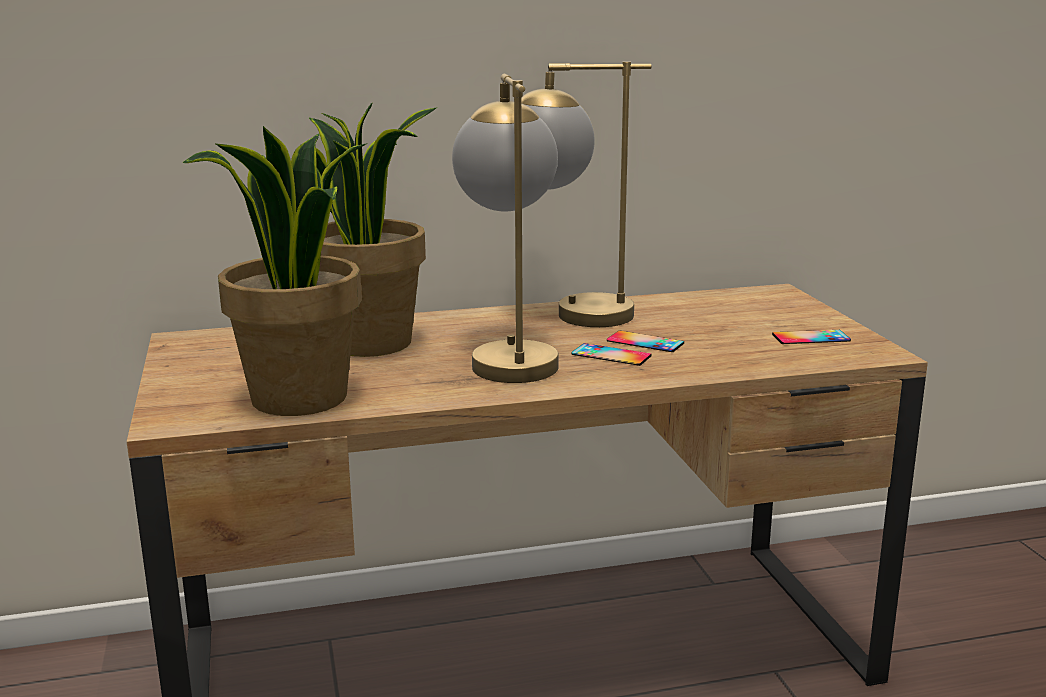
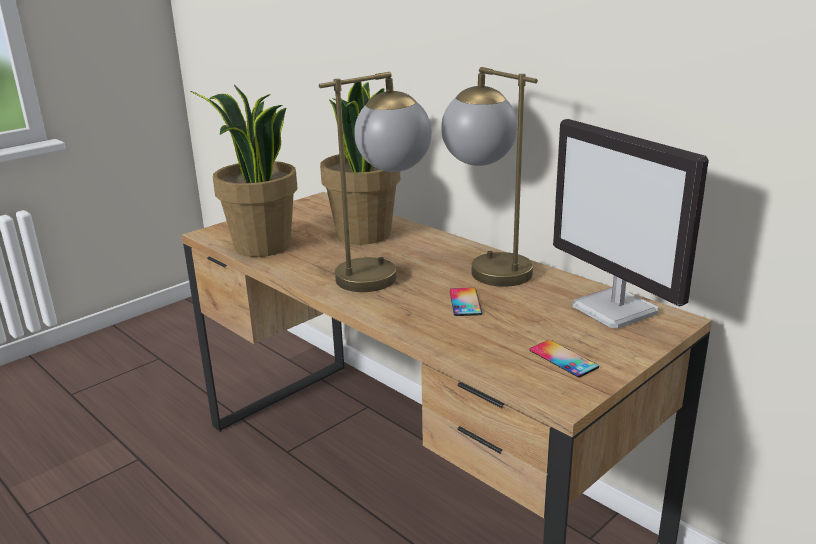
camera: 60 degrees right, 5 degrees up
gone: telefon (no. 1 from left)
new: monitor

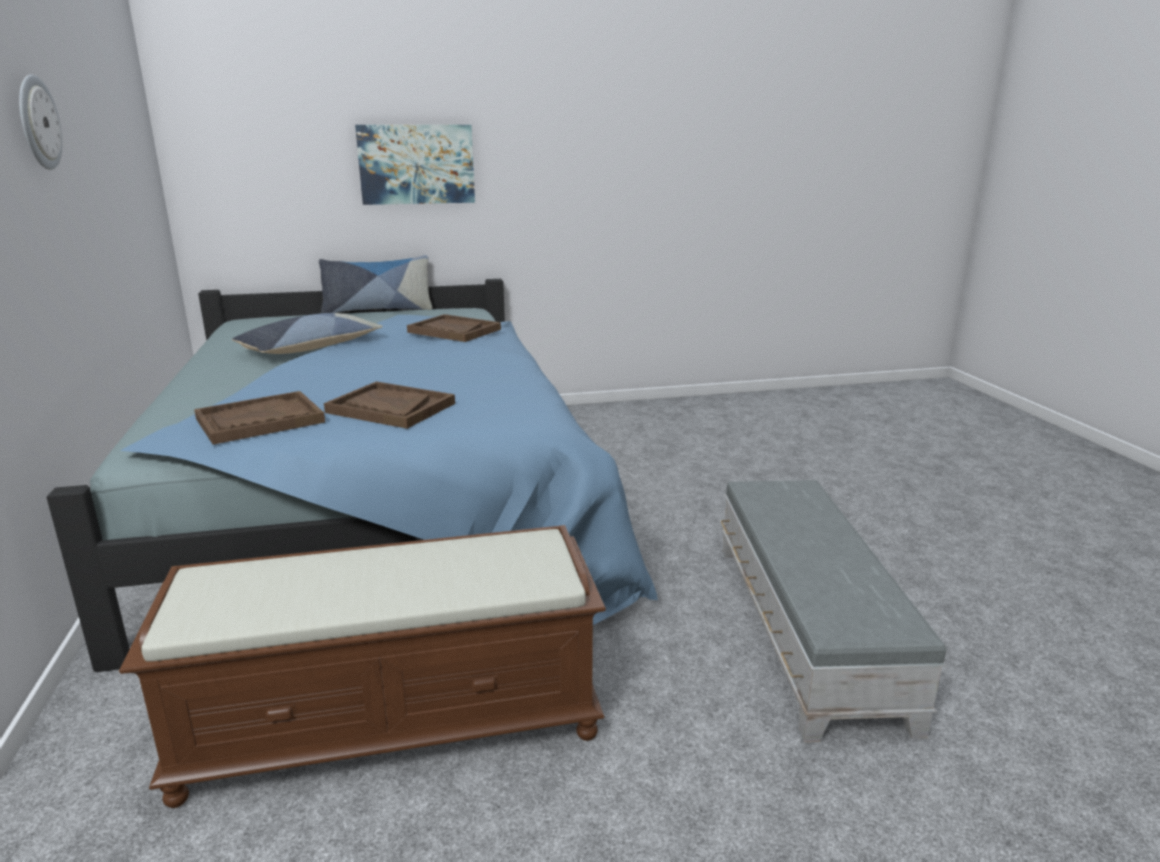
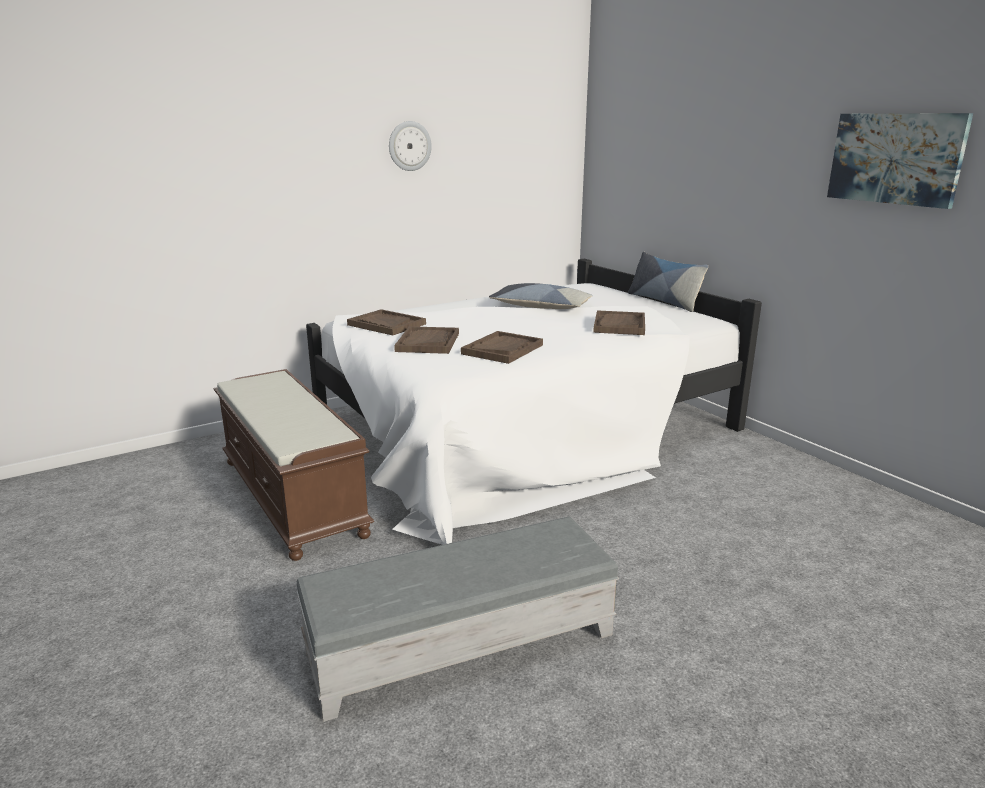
camera: 70 degrees right, 0 degrees up
new: taca/brązowy (no. 3 from left)
shifted: obraz
repainted: łóżko/niebieski to łóżko/biały

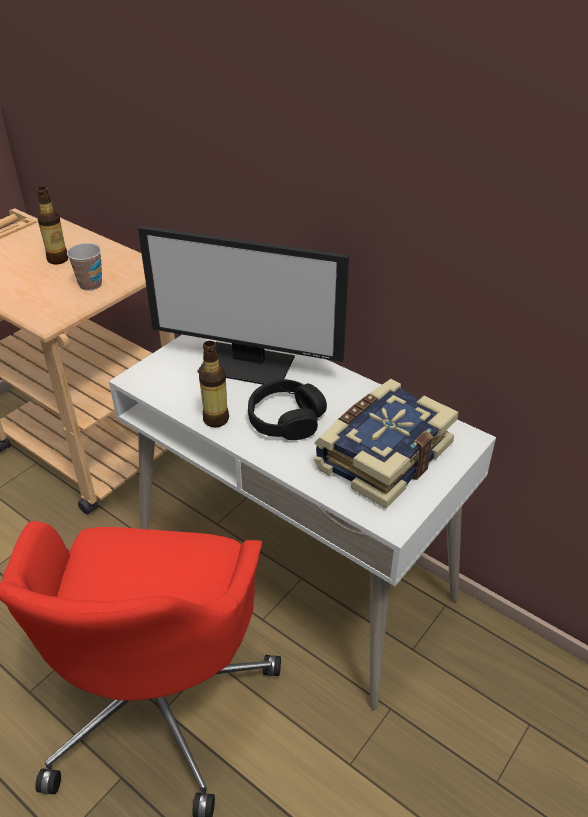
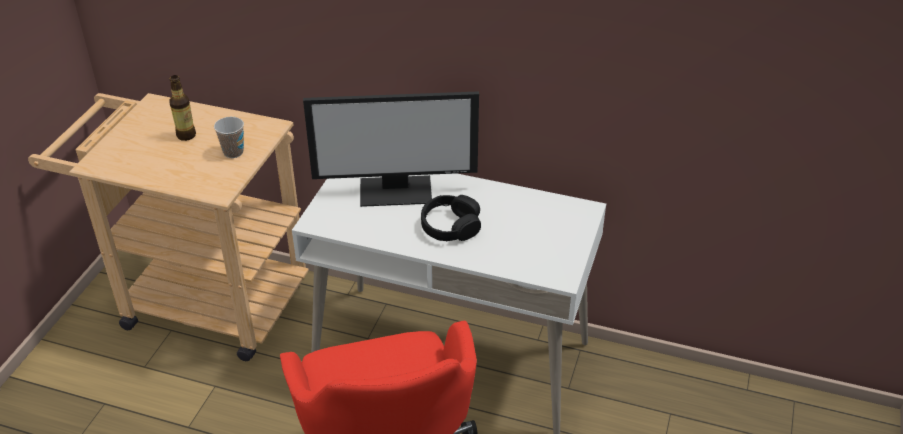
camera: 20 degrees left, 0 degrees up
gone: butelka (no. 2 from left); książka

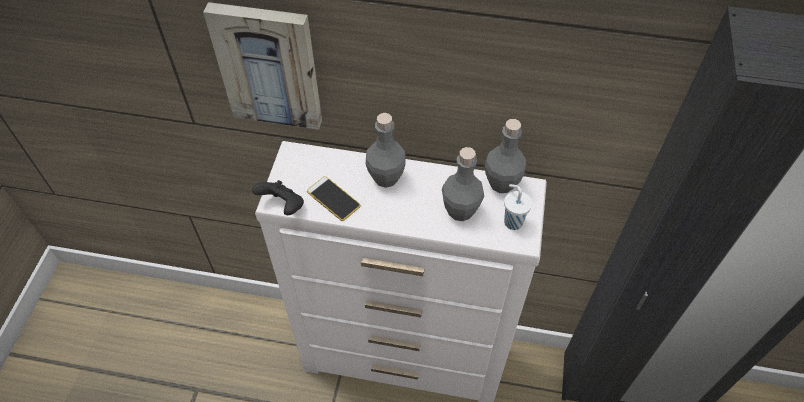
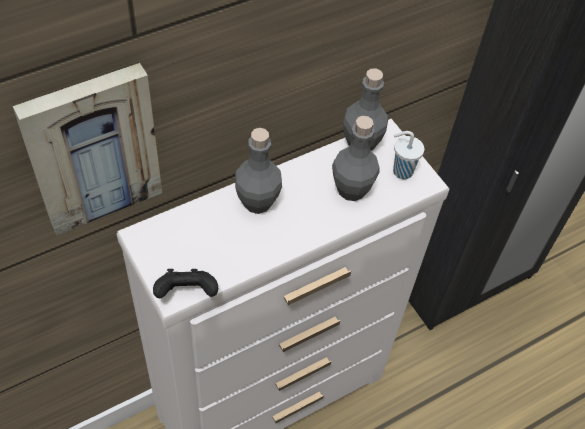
camera: 45 degrees left, 0 degrees up
gone: telefon

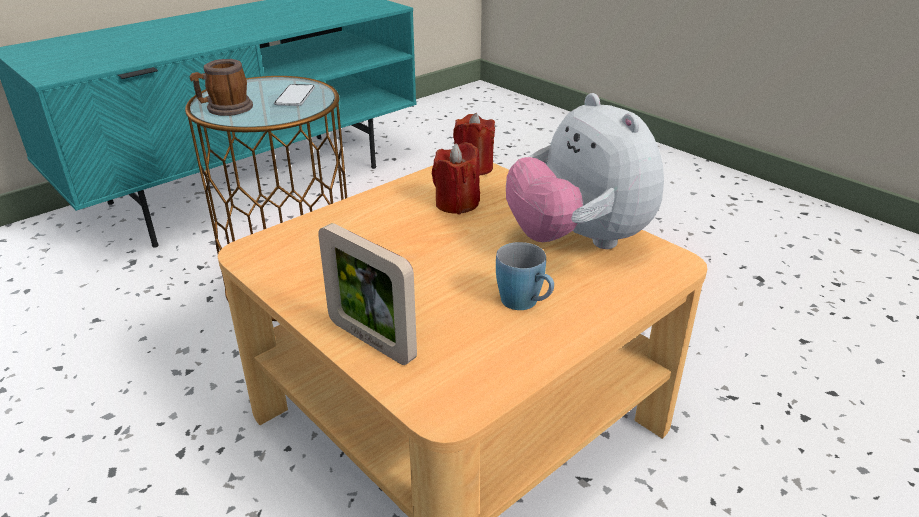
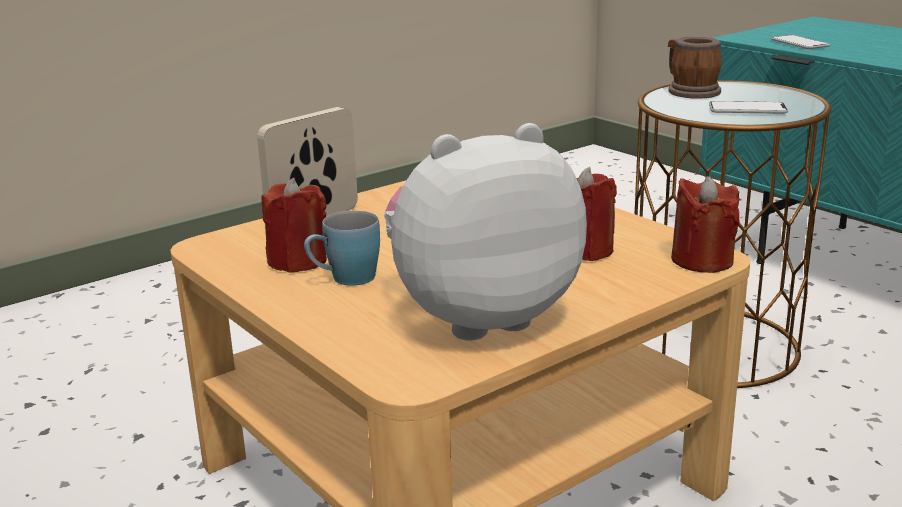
camera: 95 degrees right, 10 degrees down
new: świeca/czerwony (no. 1 from left); telefon (no. 2 from left)

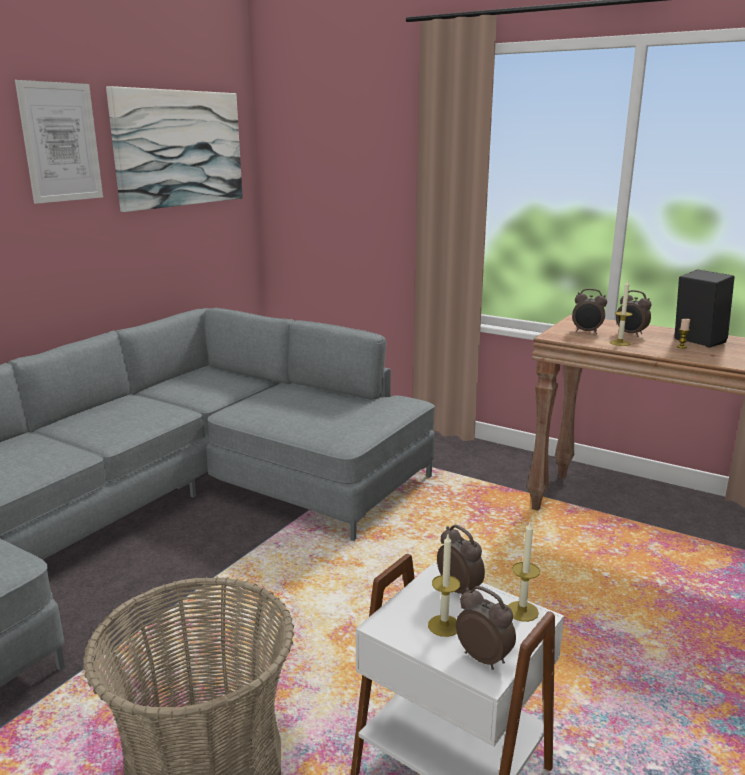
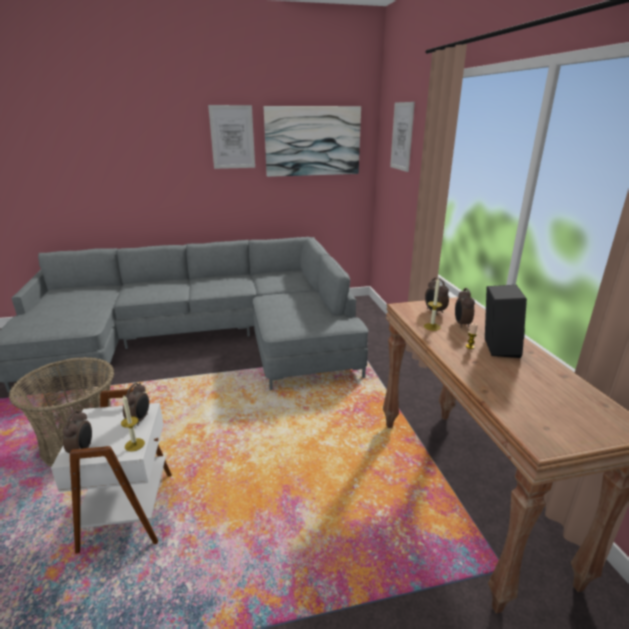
camera: 45 degrees right, 5 degrees up
gone: świeca (no. 1 from left)
new: obraz (no. 3 from left)

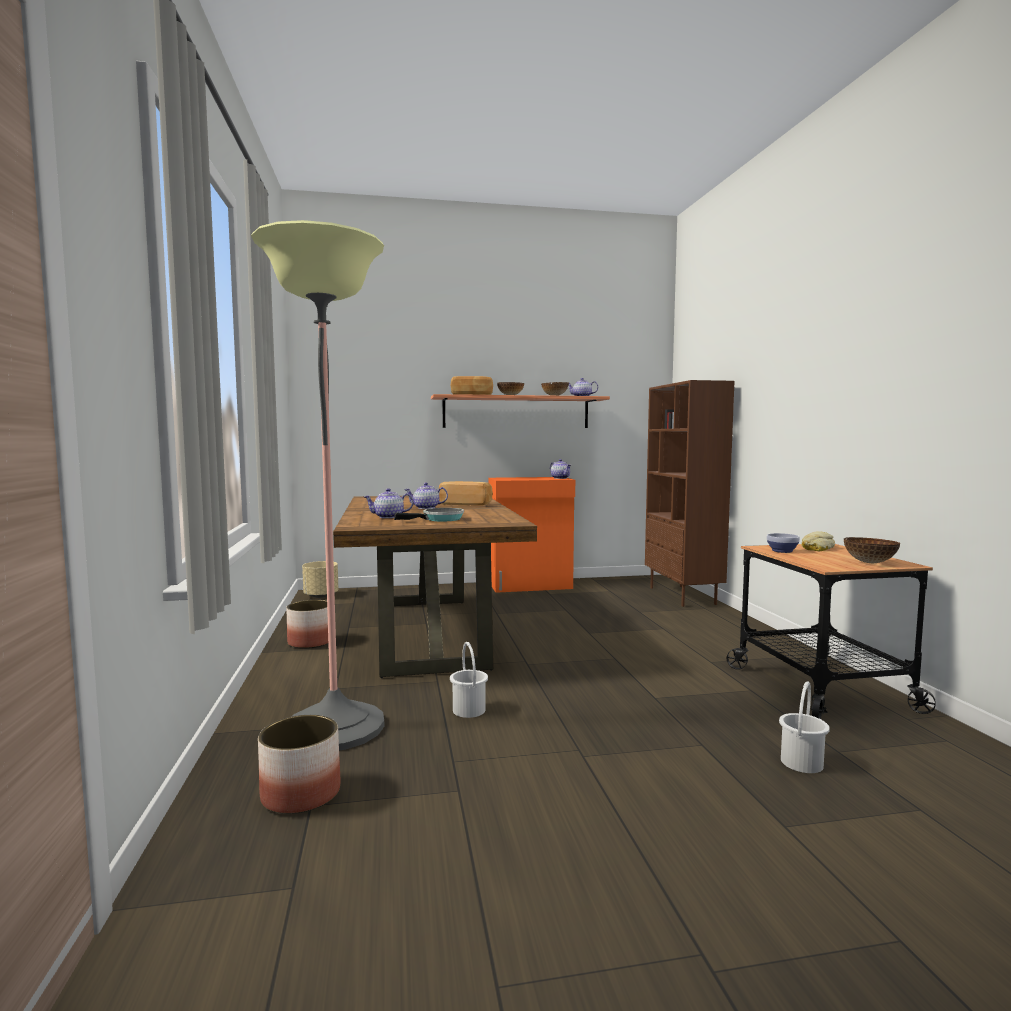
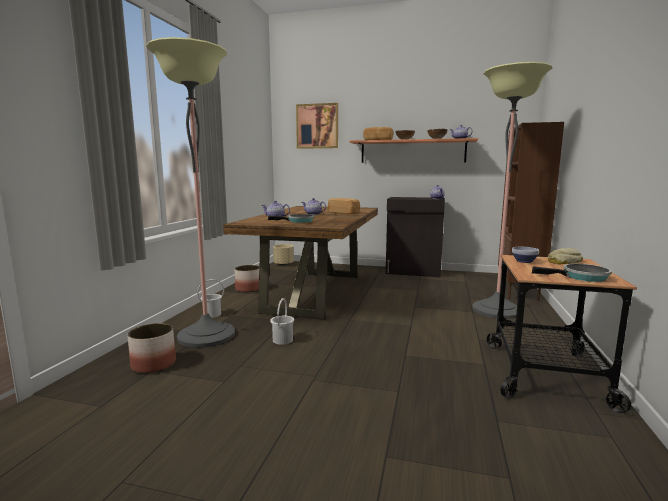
camera: 25 degrees right, 5 degrees up
new: obraz; lampa stojąca (no. 2 from left)
shifted: wiadro/biały (no. 2 from left in the first image) to wiadro/biały (no. 1 from left)
swapped: miska (no. 4 from left) to patelnia (no. 2 from left)
repainted: szafka/pomarańczowy to szafka/czarny

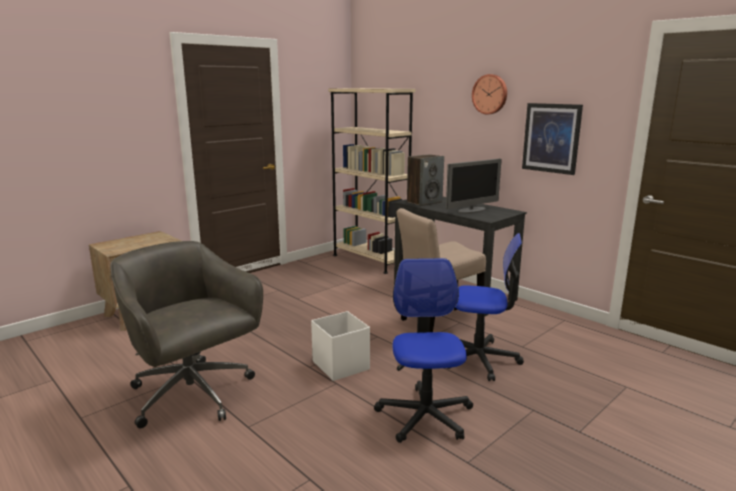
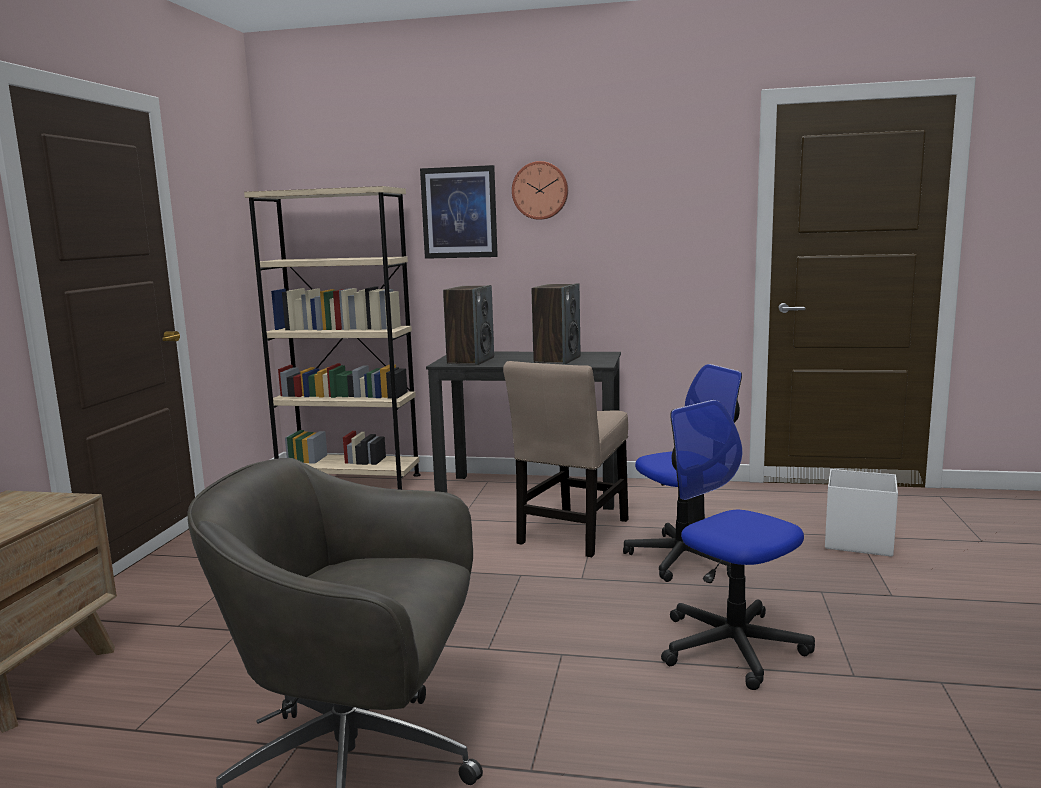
camera: 35 degrees left, 5 degrees down
shifted: pojemnik do przechowywania/biały; obraz
swapped: monitor to głośnik (no. 2 from left)

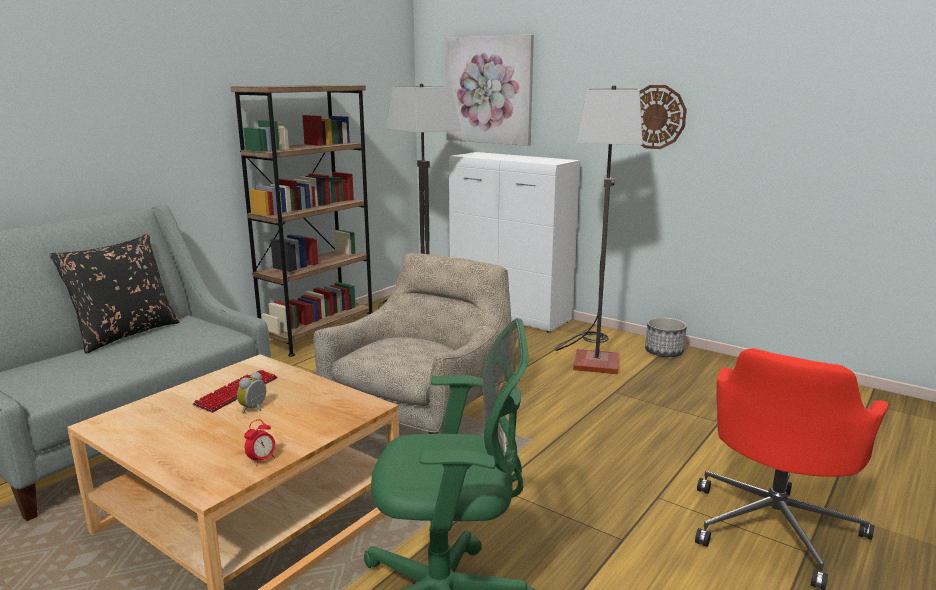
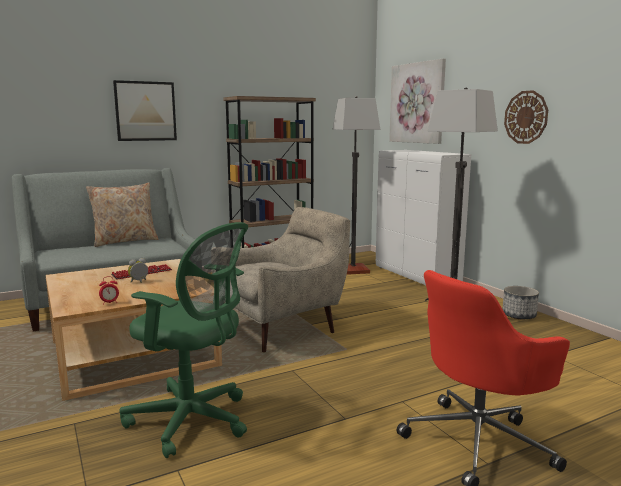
camera: 25 degrees right, 5 degrees down
new: obraz (no. 1 from left)
repainted: poduszka/czarny to poduszka/beżowy

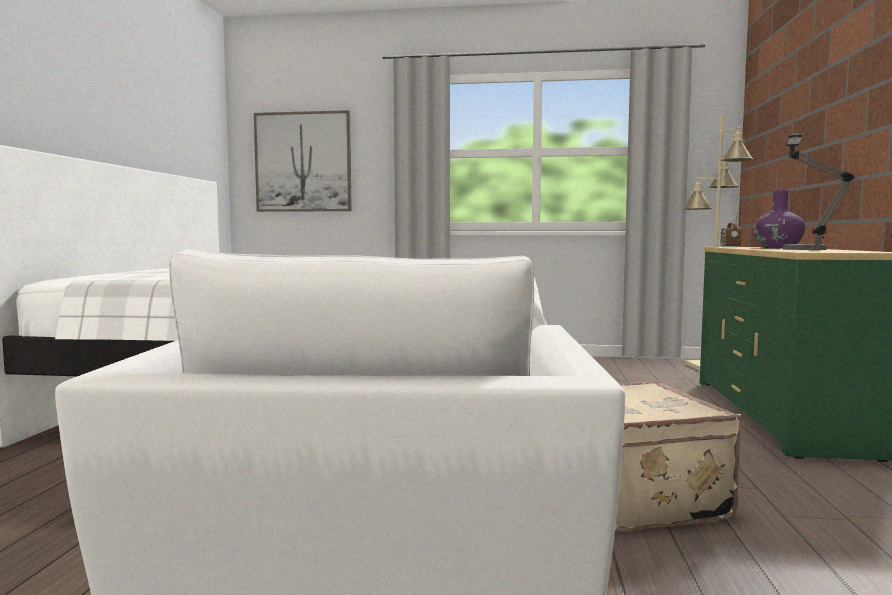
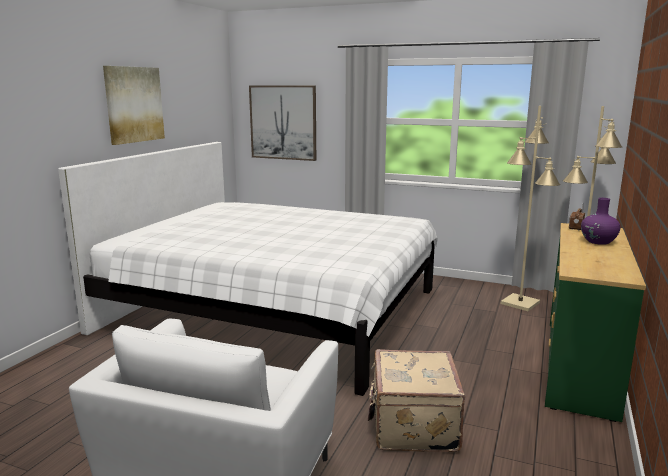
camera: 15 degrees right, 10 degrees up
gone: lampa stołowa
new: obraz (no. 1 from left); lampa stojąca/beżowy (no. 1 from left)

